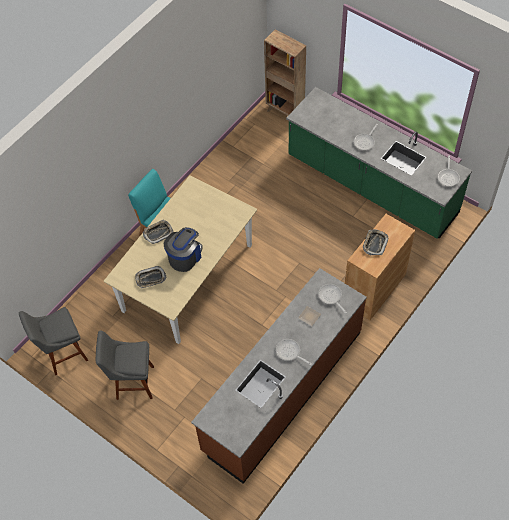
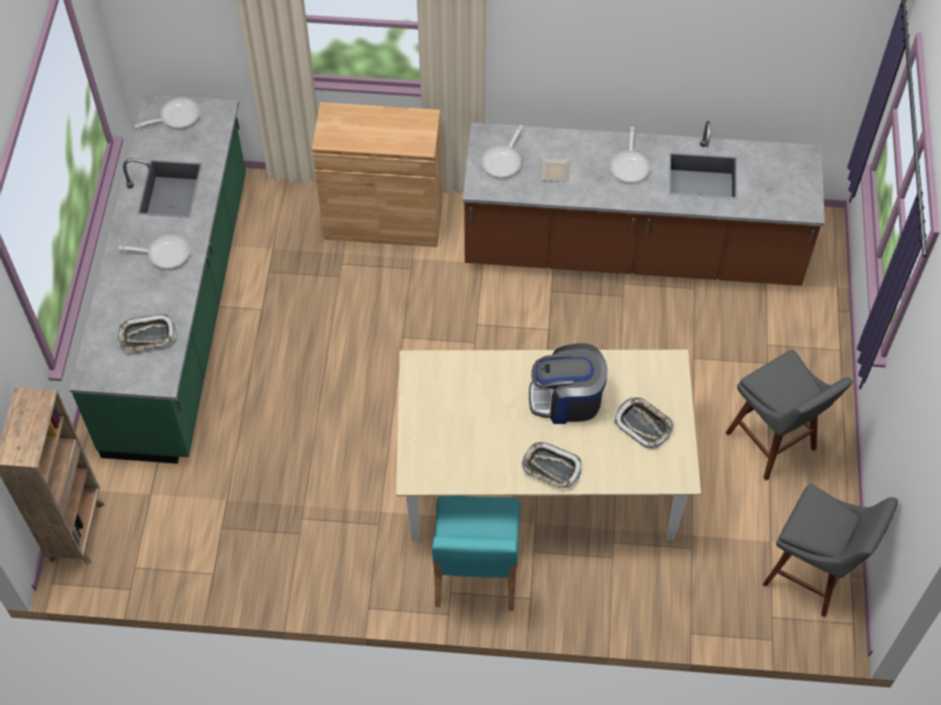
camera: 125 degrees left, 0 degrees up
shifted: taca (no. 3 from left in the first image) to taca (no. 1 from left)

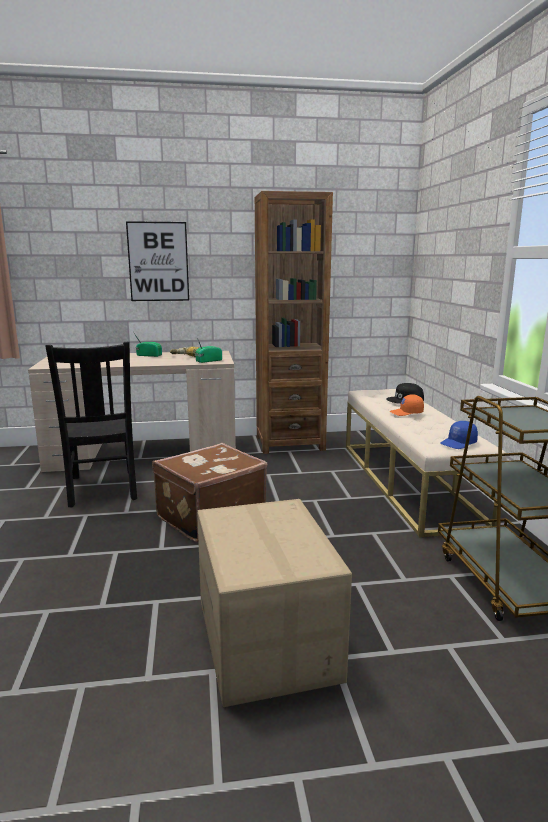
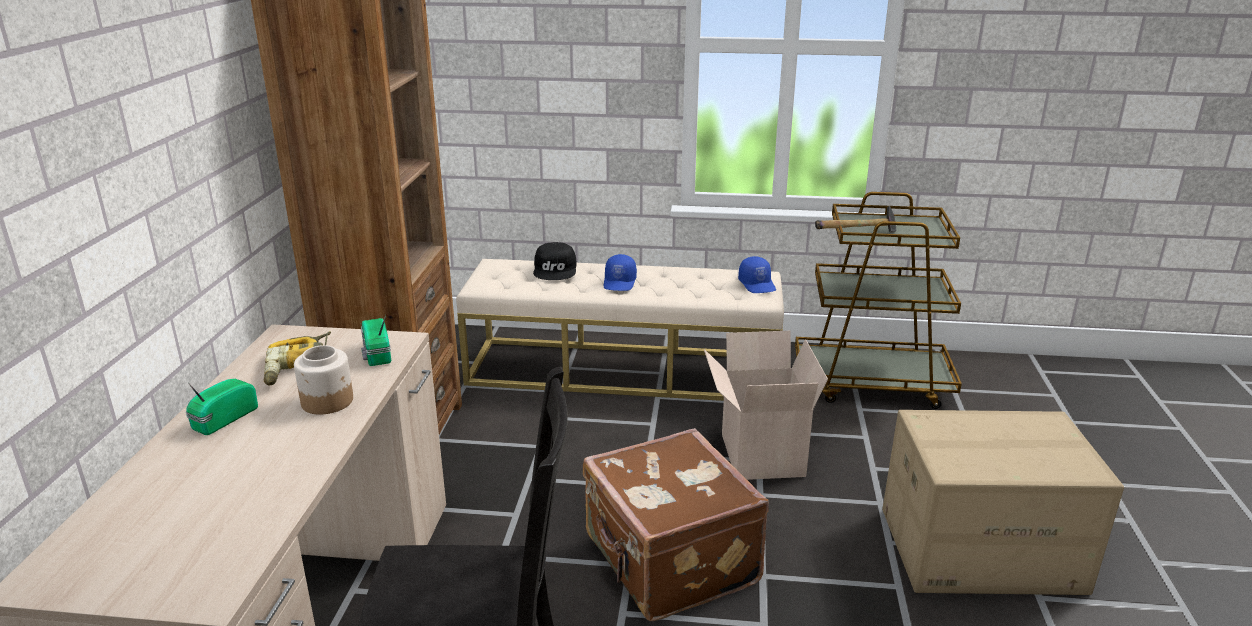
camera: 75 degrees left, 10 degrees up
gone: obraz
new: słoik; karton (no. 1 from left); młotek
repainted: czapka z daszkiem/pomarańczowy to czapka z daszkiem/niebieski (no. 1 from left)

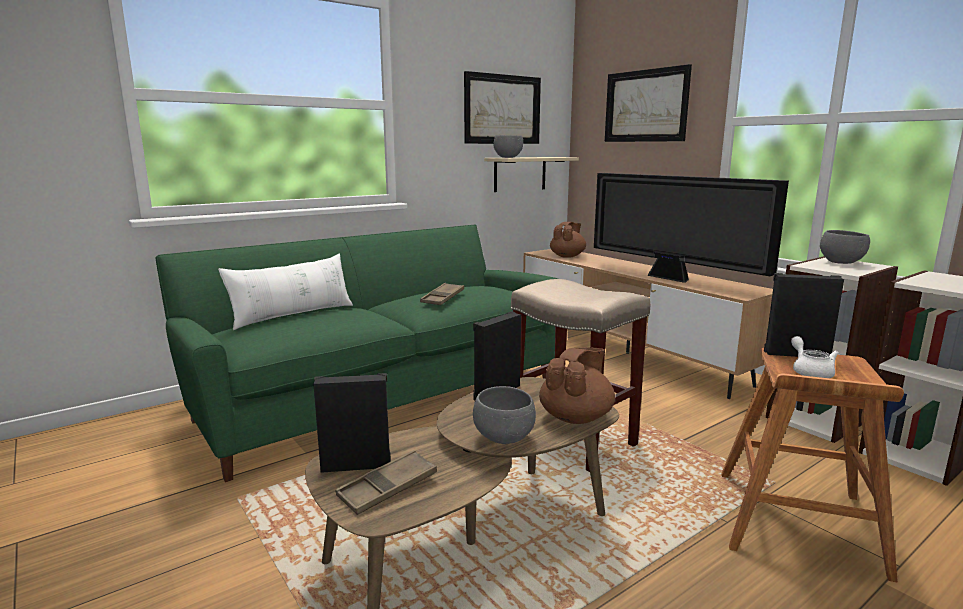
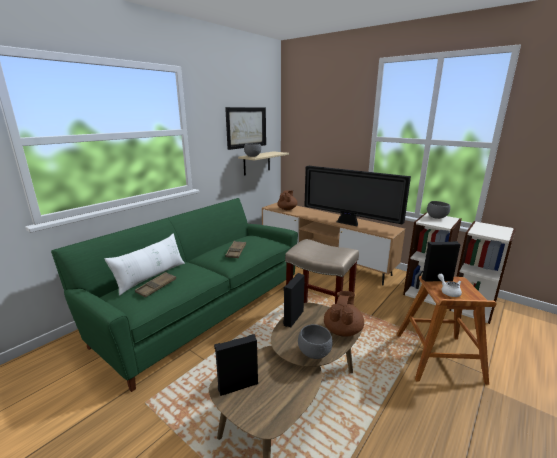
camera: 15 degrees left, 5 degrees up
gone: obraz (no. 2 from left)
shifted: taca/brązowy (no. 1 from left)

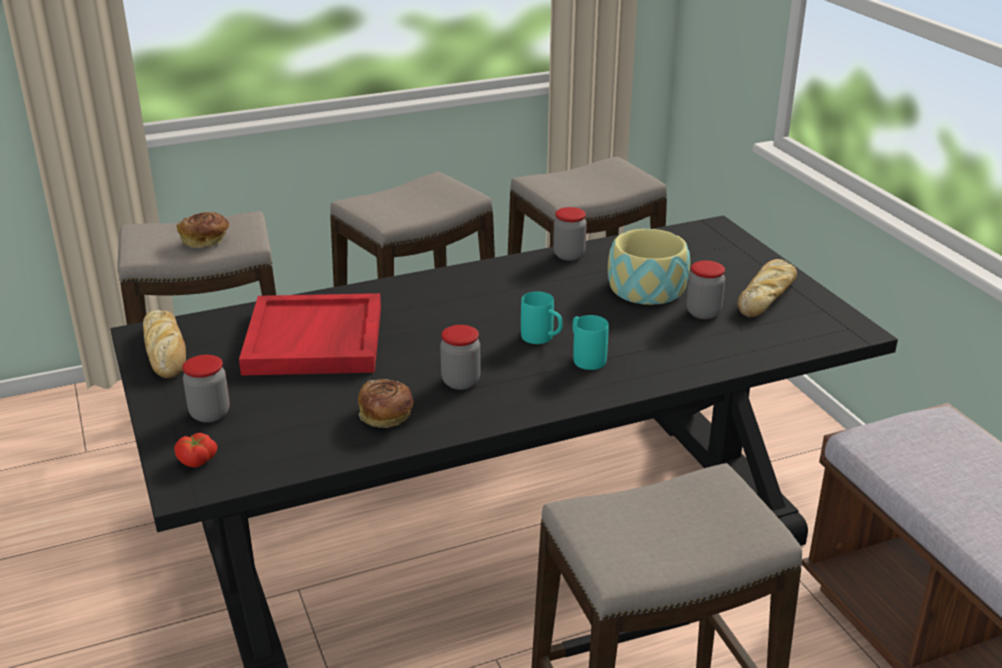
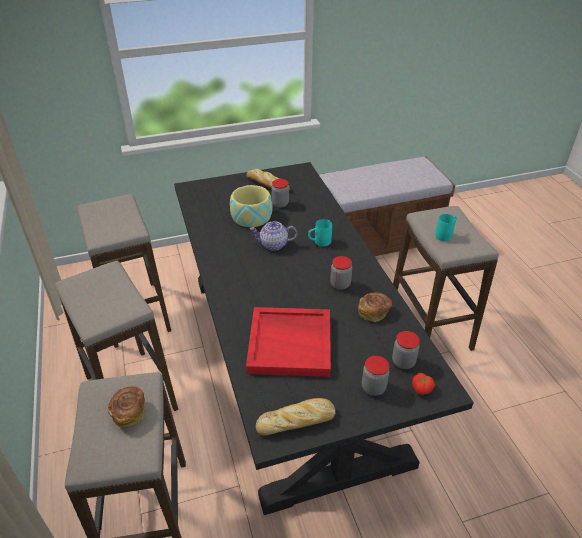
camera: 85 degrees left, 10 degrees up
new: imbryk
shifted: kubek/turkusowy (no. 1 from left in the first image) to kubek/turkusowy (no. 2 from left); słoik (no. 3 from left in the first image) to słoik (no. 4 from left)

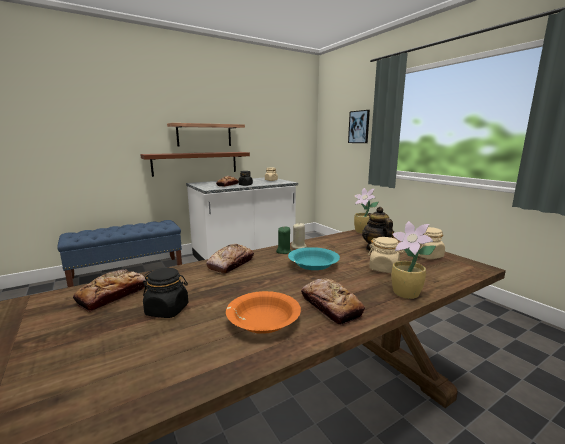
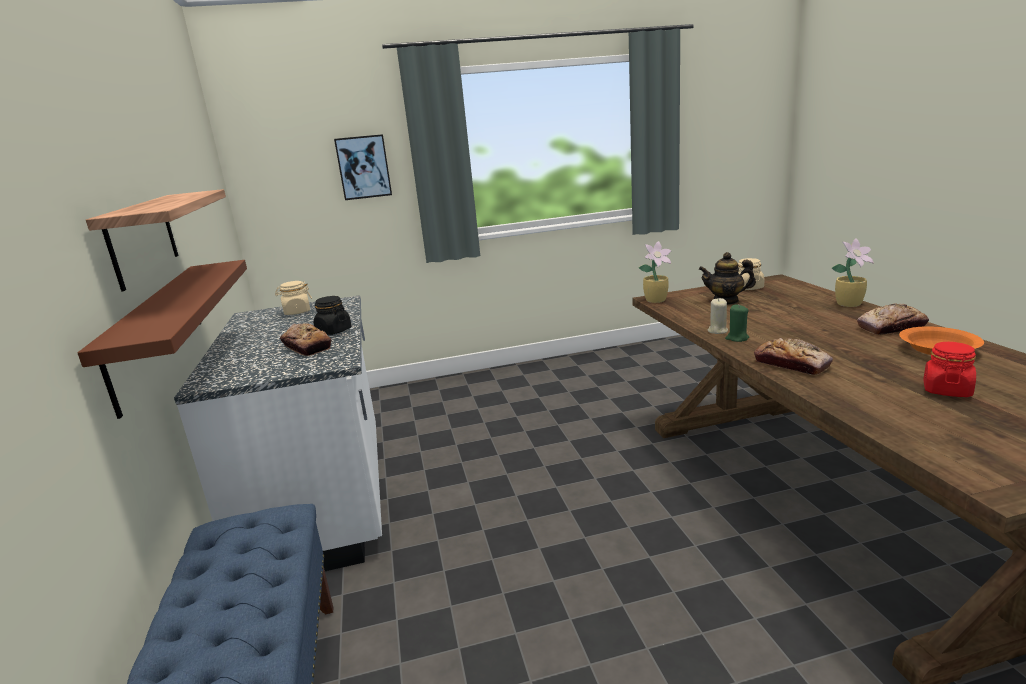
camera: 70 degrees left, 5 degrees up
gone: chleb (no. 1 from left); miska/turkusowy; słoik/beżowy (no. 2 from left)
repainted: słoik/czarny (no. 1 from left) to słoik/czerwony

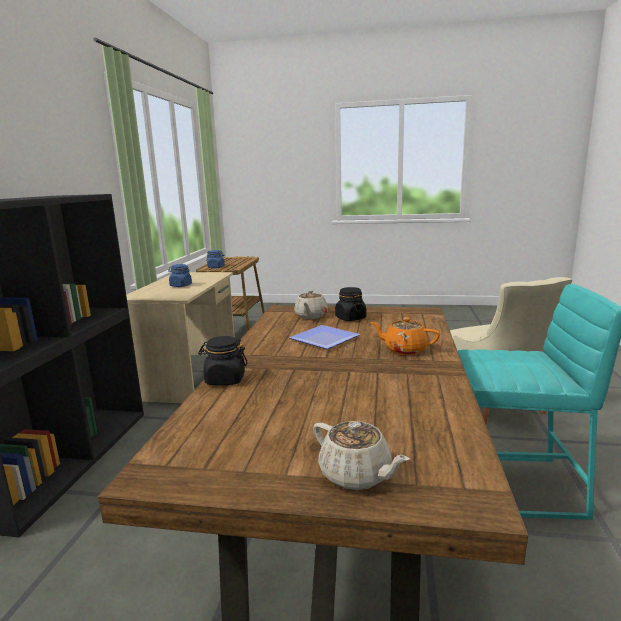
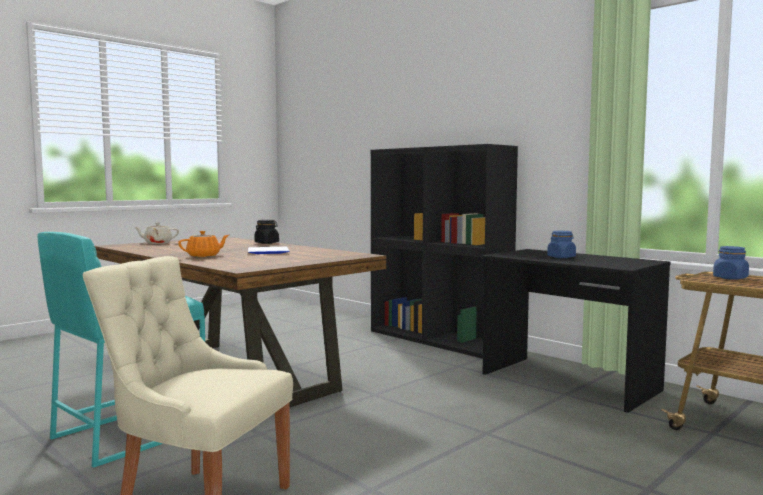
camera: 125 degrees right, 10 degrees down
gone: imbryk/beżowy (no. 1 from left); słoik/czarny (no. 2 from left)
repainted: biurko/beżowy to biurko/czarny

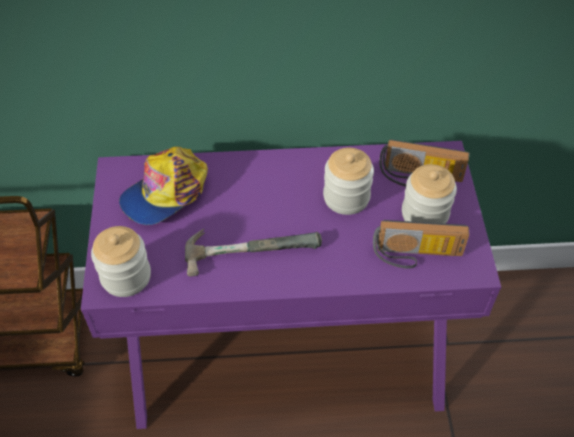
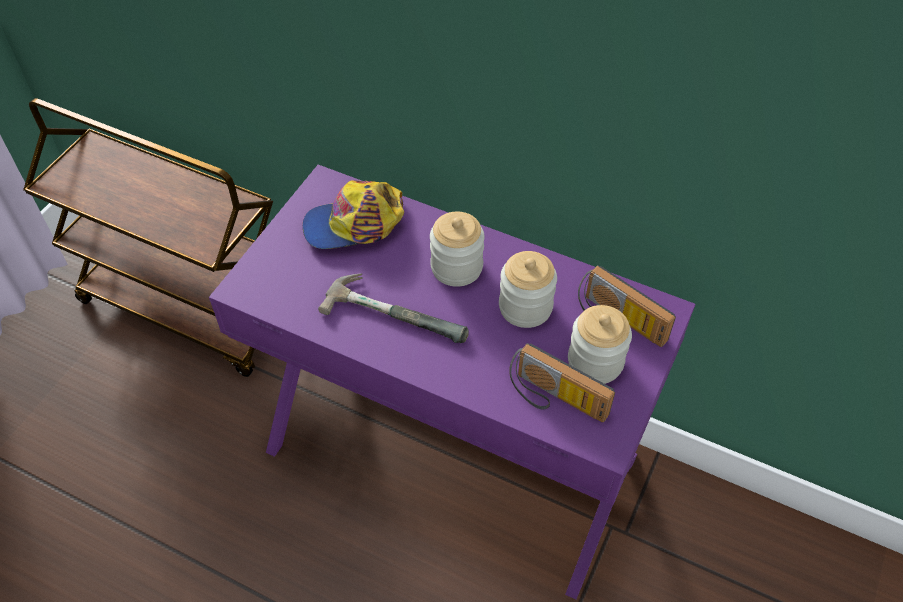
camera: 30 degrees right, 0 degrees up
shifted: słoik (no. 1 from left)

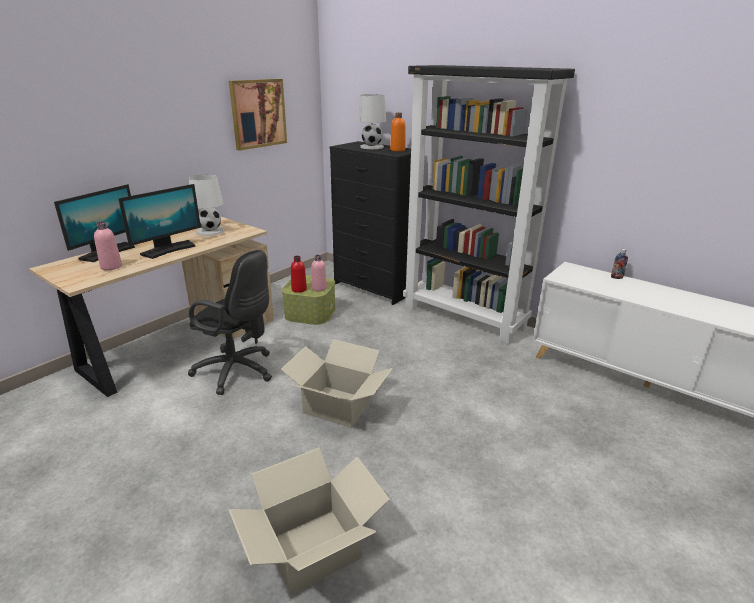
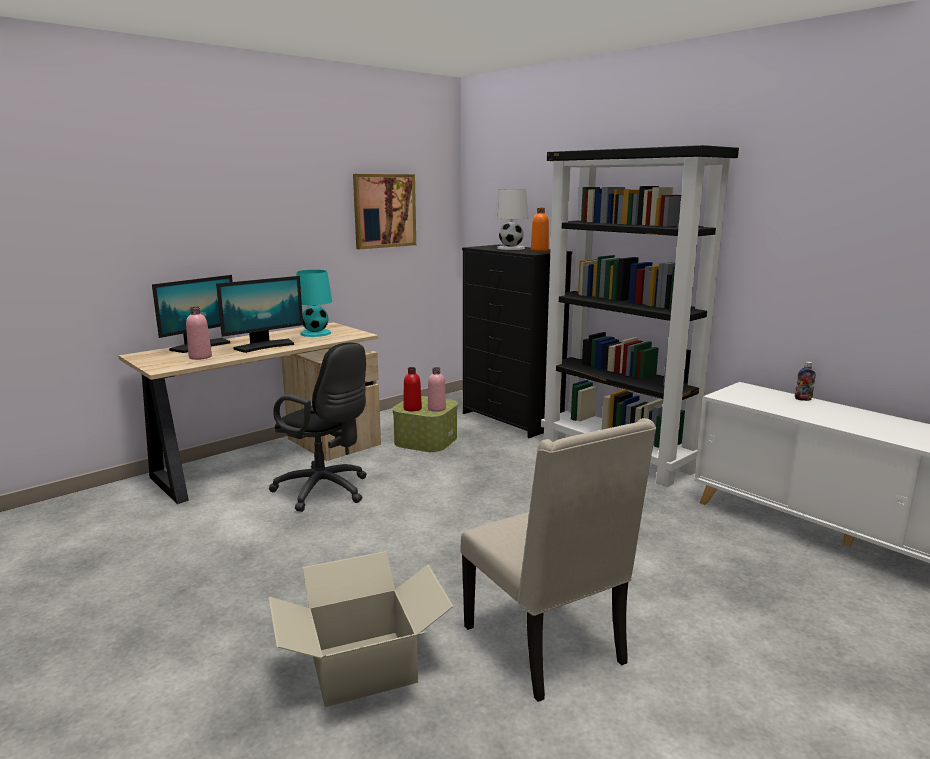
camera: 10 degrees right, 10 degrees down
gone: karton (no. 2 from left)
new: krzesło/beżowy
repainted: lampa stołowa/biały (no. 1 from left) to lampa stołowa/turkusowy

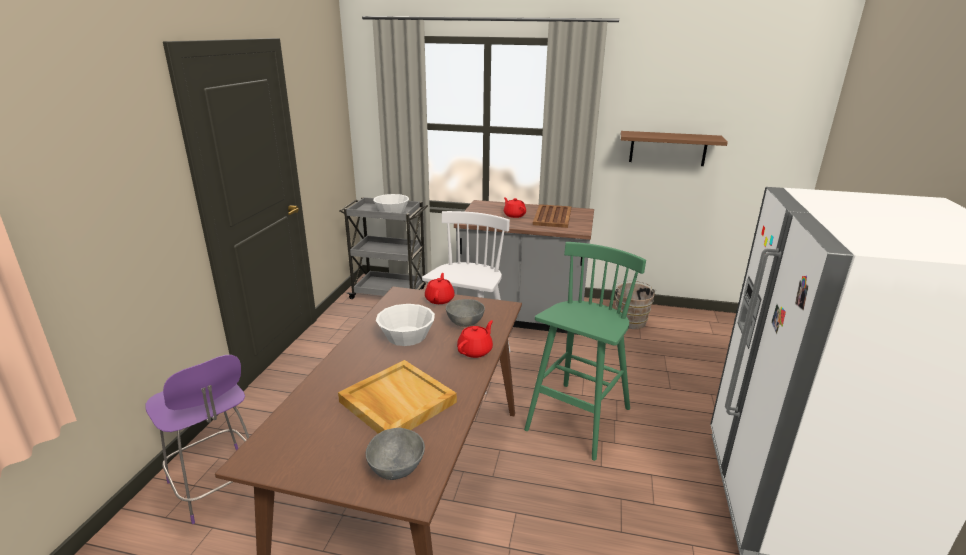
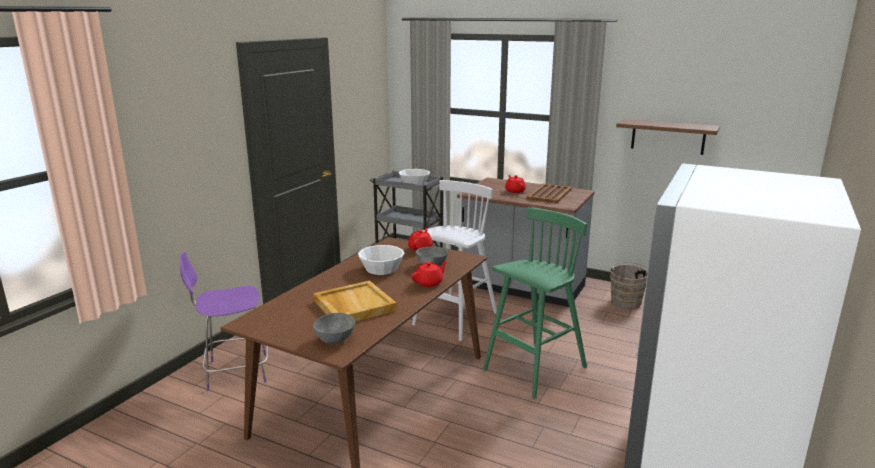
camera: 15 degrees right, 5 degrees down
rotated: krzesło/fioletowy 105 degrees clockwise

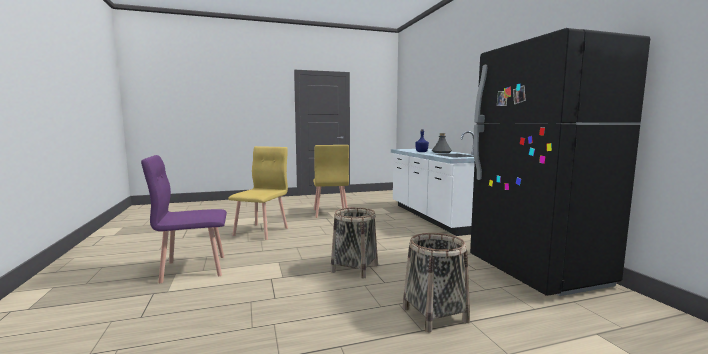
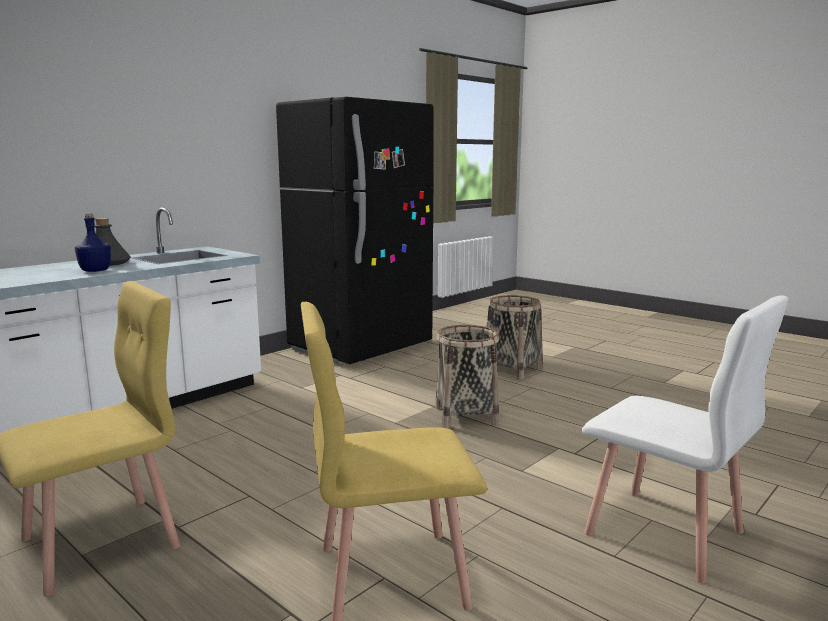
camera: 120 degrees left, 5 degrees up
repainted: krzesło/fioletowy to krzesło/biały

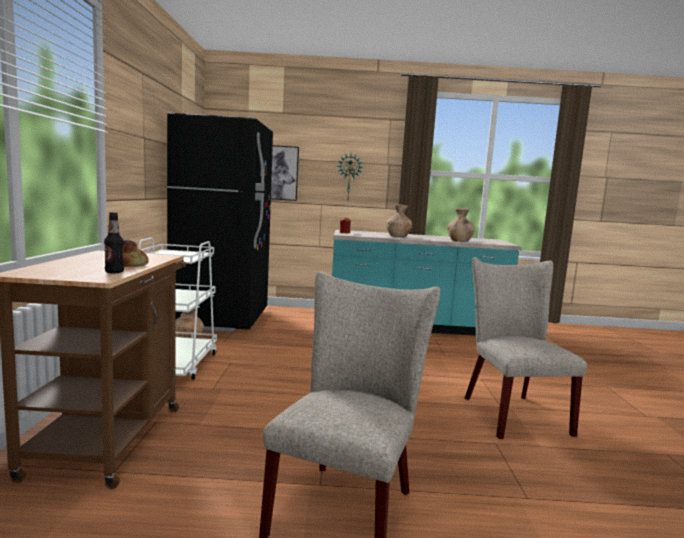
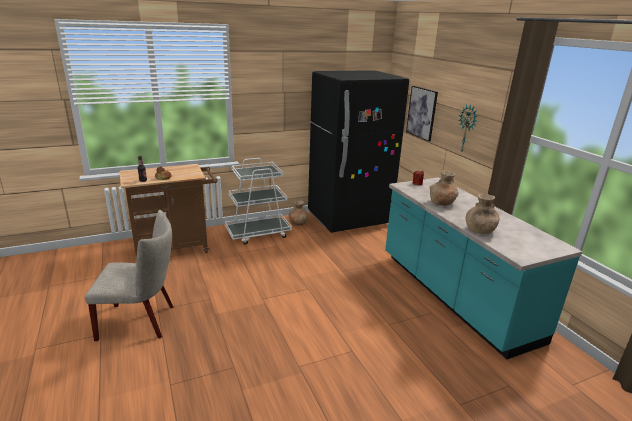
camera: 65 degrees right, 15 degrees up
gone: krzesło/beżowy (no. 2 from left)

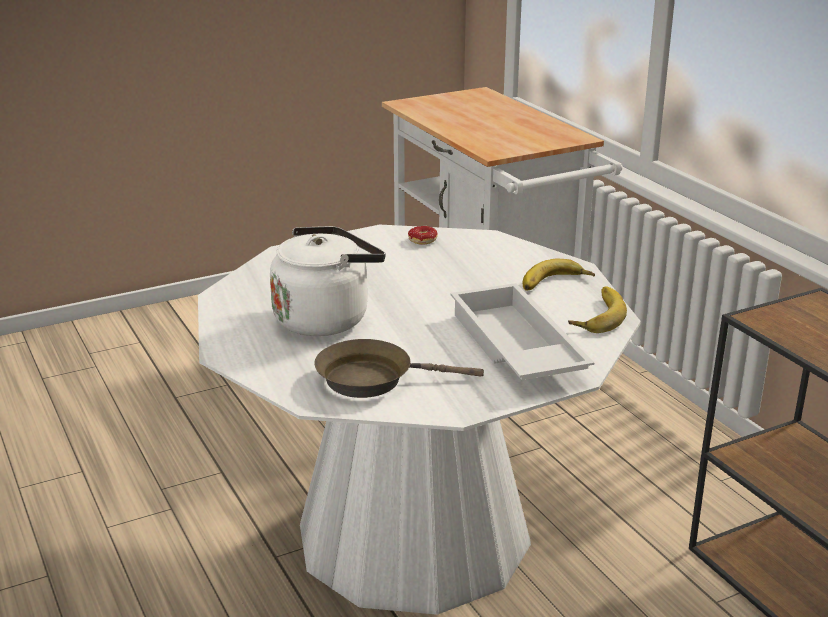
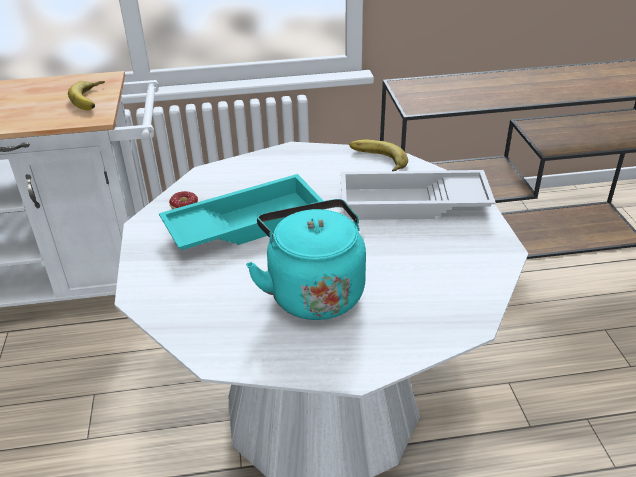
camera: 70 degrees left, 10 degrees up
gone: patelnia/brązowy
new: taca/turkusowy
shifted: banan (no. 1 from left)
repainted: czajnik/biały to czajnik/turkusowy

